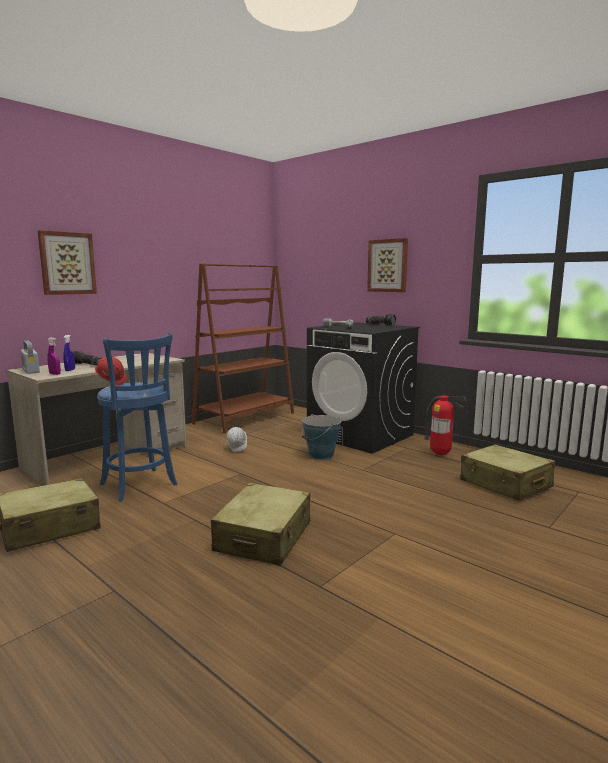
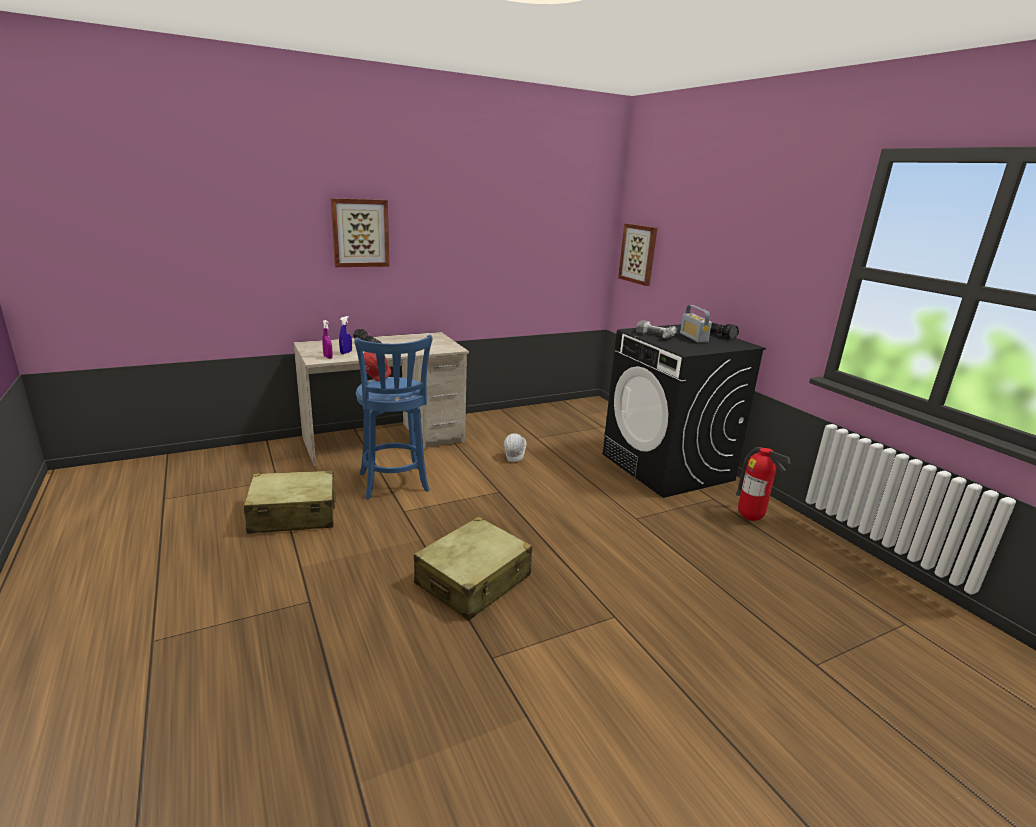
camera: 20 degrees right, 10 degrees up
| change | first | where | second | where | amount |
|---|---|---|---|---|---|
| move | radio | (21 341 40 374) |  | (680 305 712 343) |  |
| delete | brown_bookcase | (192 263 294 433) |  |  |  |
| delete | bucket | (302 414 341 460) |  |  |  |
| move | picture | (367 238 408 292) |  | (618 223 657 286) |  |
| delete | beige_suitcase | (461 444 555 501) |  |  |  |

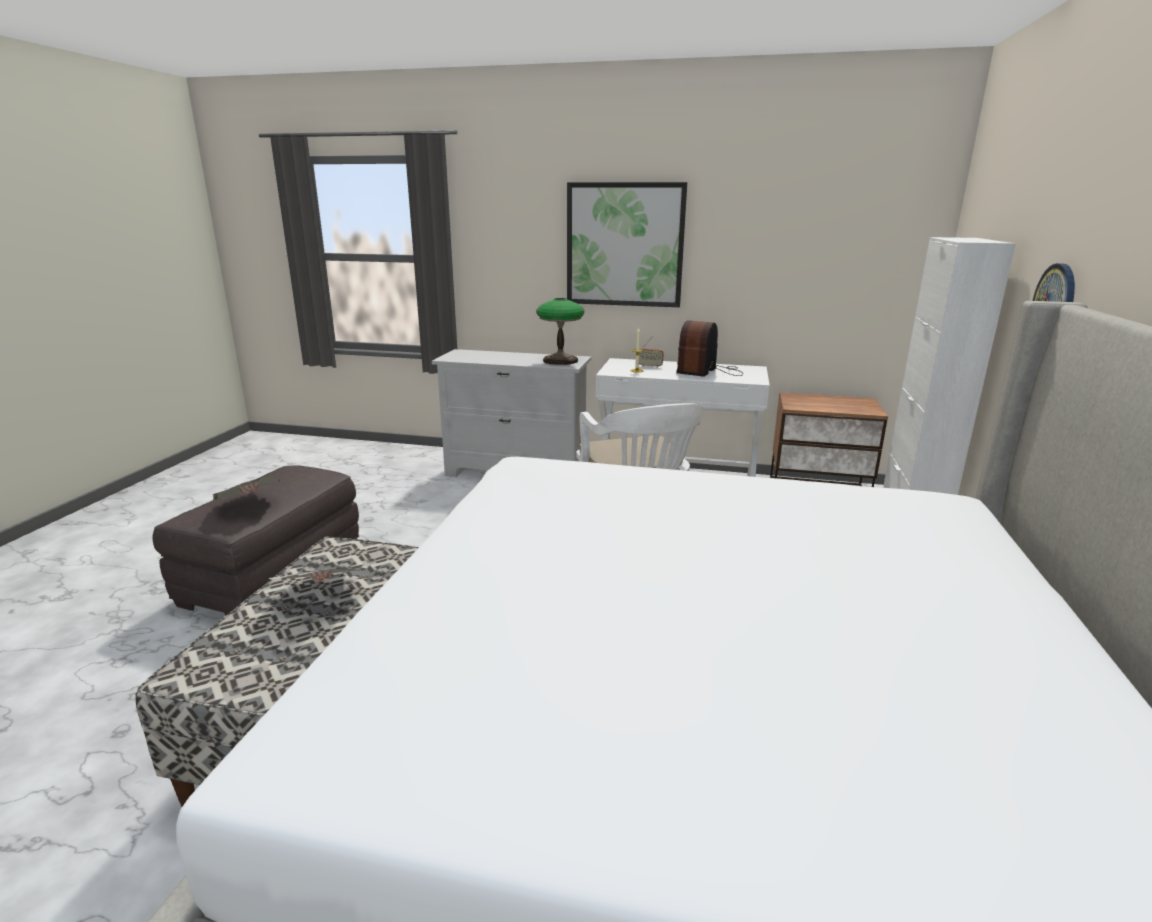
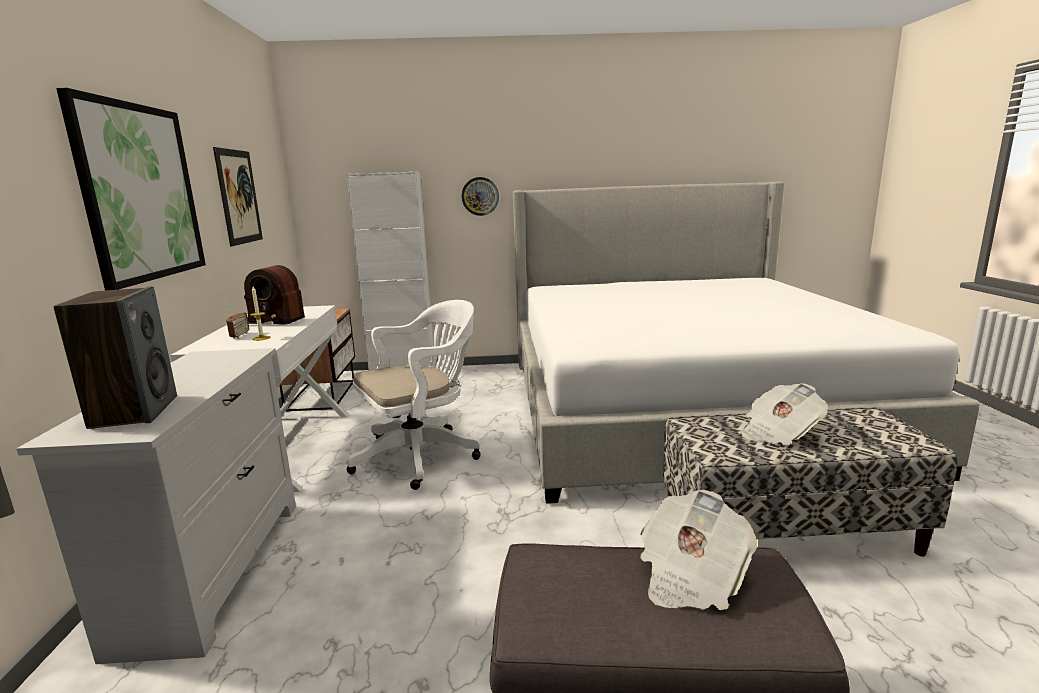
camera: 105 degrees left, 5 degrees down
| change | first | where | second | where | amount |
|---|---|---|---|---|---|
| delete | table_lamp | (536 298 584 365) |  |  |  |
| insert |  |  | speaker | (53 287 177 429) |  |
| insert |  |  | picture | (213 147 263 247) |  |

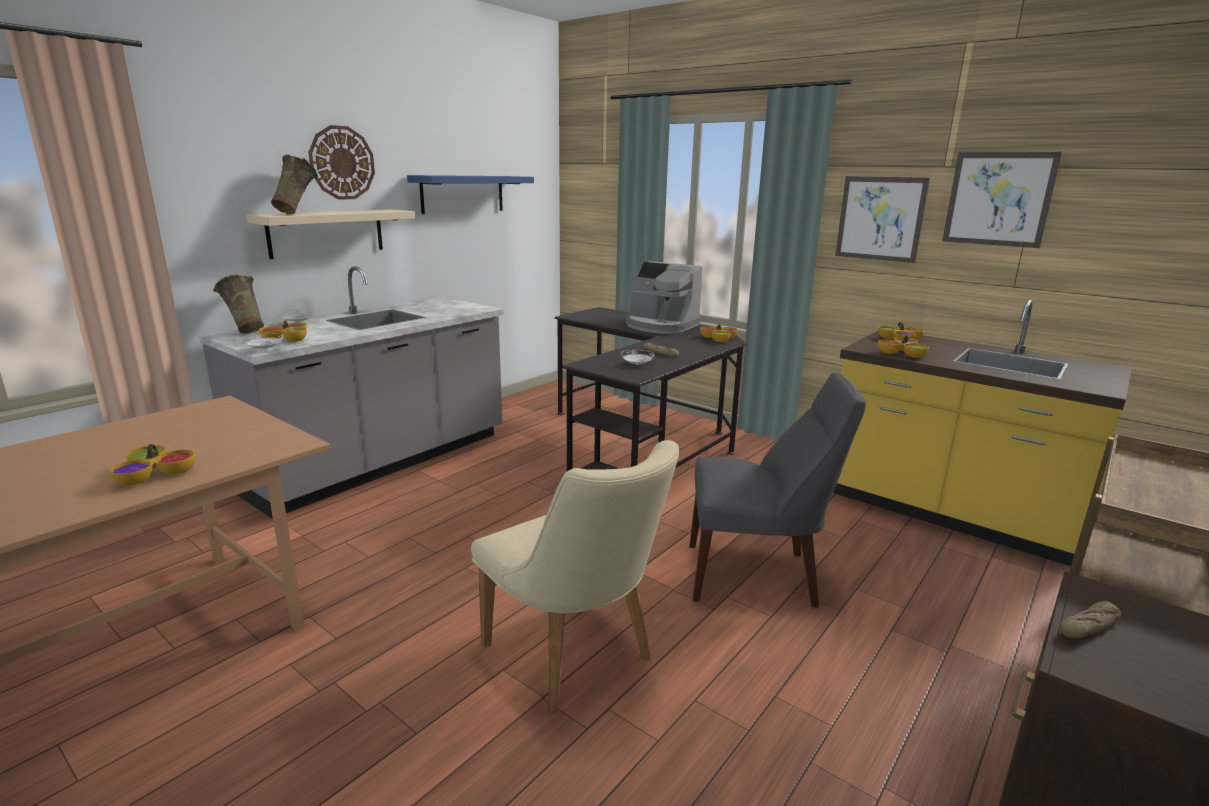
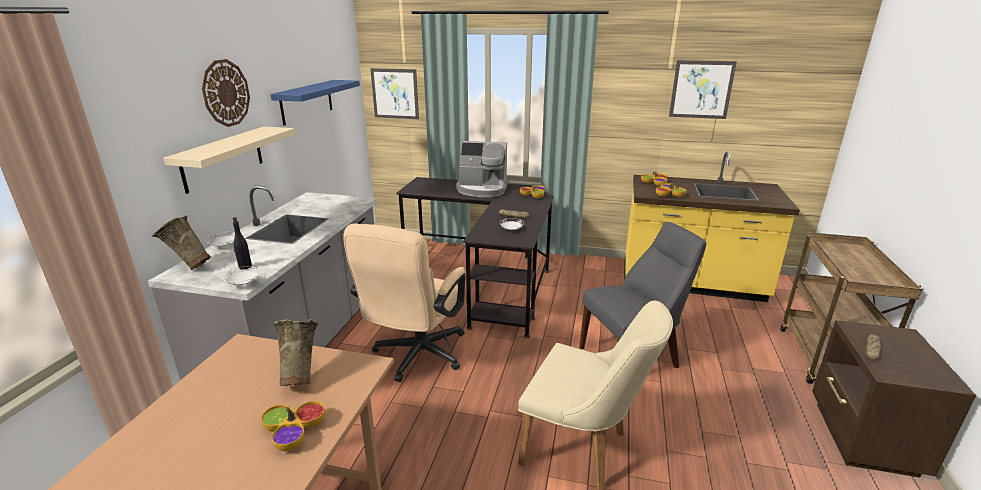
camera: 25 degrees left, 5 degrees up
| change | first | where | second | where | amount |
|---|---|---|---|---|---|
| replace | bowl | (259 320 307 342) | black_bottle | (232 217 252 269) |  |
| move | beige_vase | (271 154 318 214) |  | (274 319 319 386) |  |
| move | picture | (835 176 930 263) |  | (370 68 419 119) |  |
| insert |  |  | beige_office_chair | (343 223 465 382) |  |

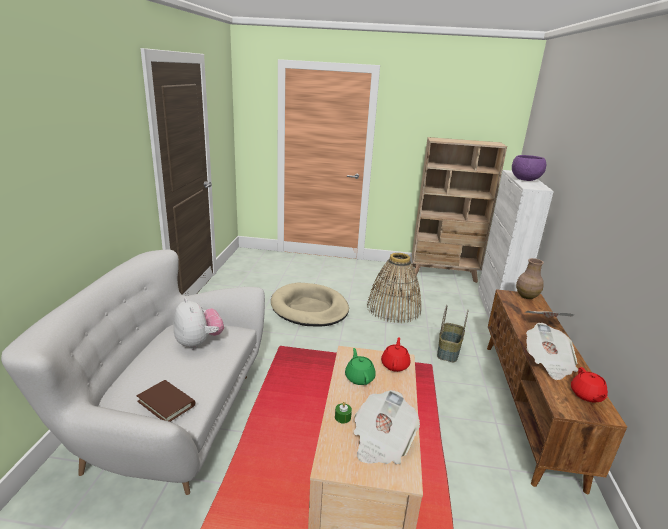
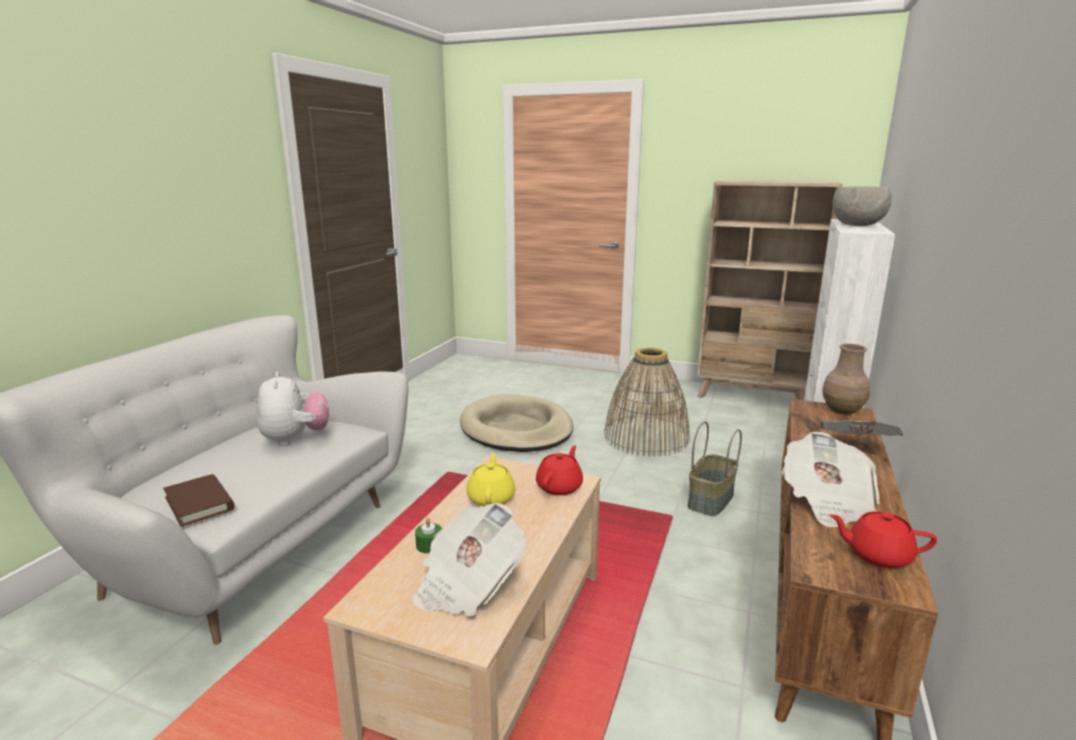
camera: 15 degrees right, 5 degrees down
| change | first | where | second | where | amount |
|---|---|---|---|---|---|
| recolor | green_teapot | (345 348 376 385) | yellow_teapot | (467 453 515 507) |  |
| recolor | purple_bowl | (512 155 546 181) | grey_bowl | (833 186 892 226) |  |
| rotate | red_teapot | (571 367 608 402) |  | (830 511 937 568) | 90 degrees clockwise |

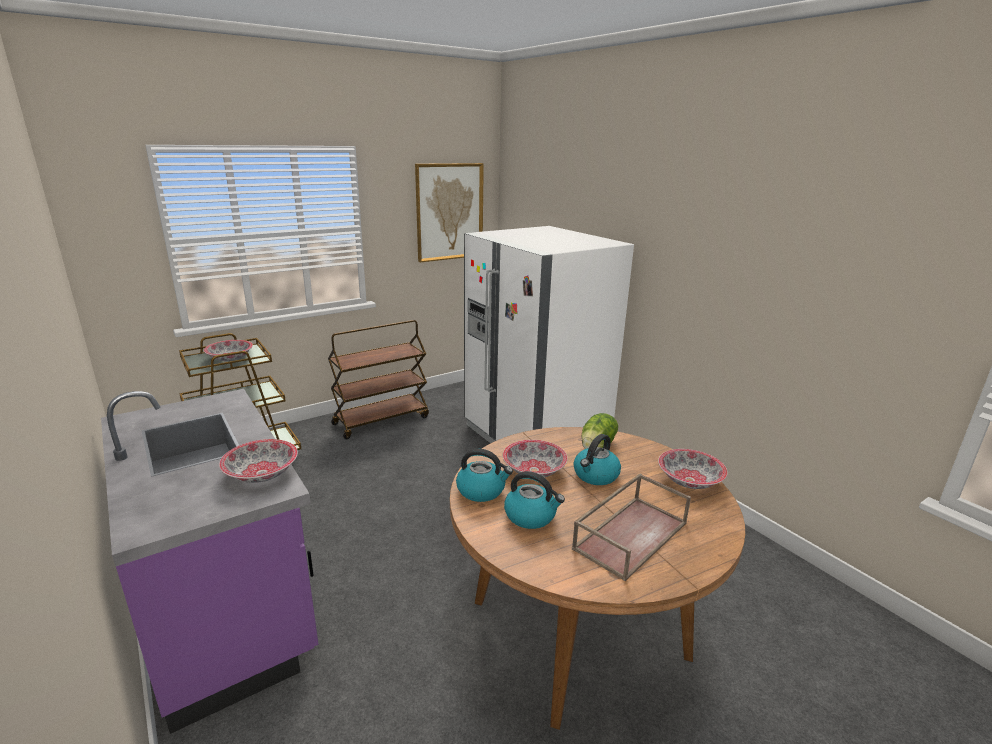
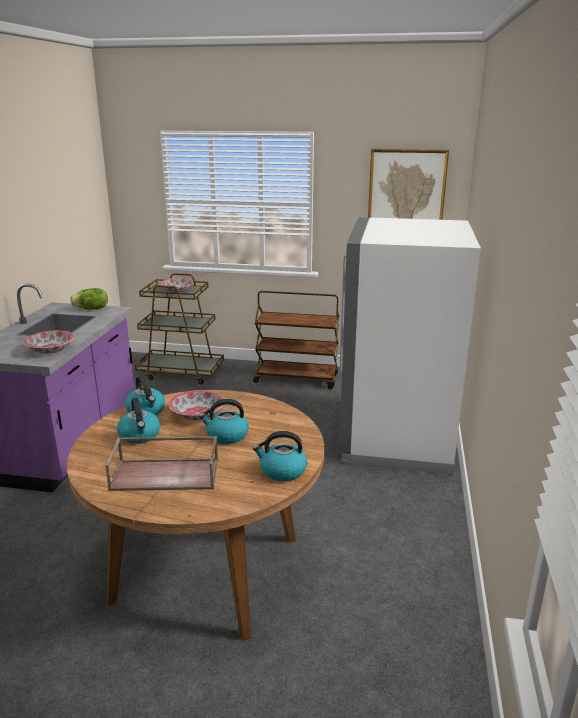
camera: 45 degrees right, 0 degrees up
| change | first | where | second | where | amount |
|---|---|---|---|---|---|
| move | lettuce | (581 413 618 449) |  | (70 288 108 310) |  |
| replace | bowl | (658 449 728 489) | kettle | (253 431 307 481) |  |

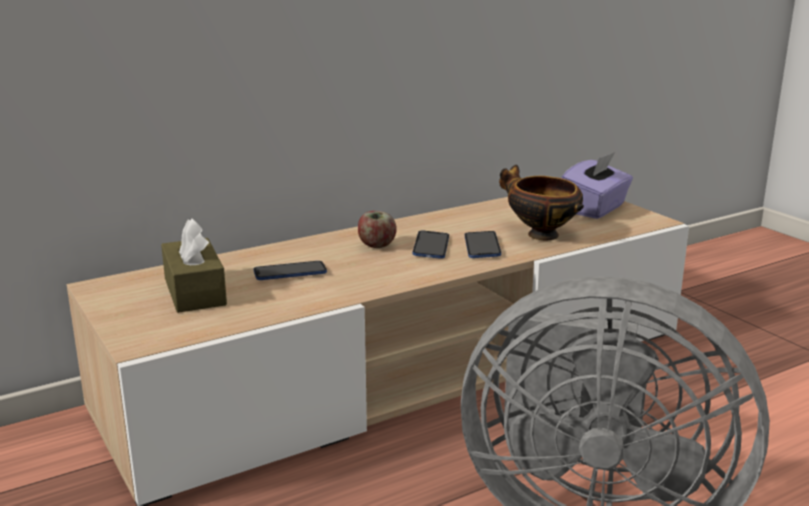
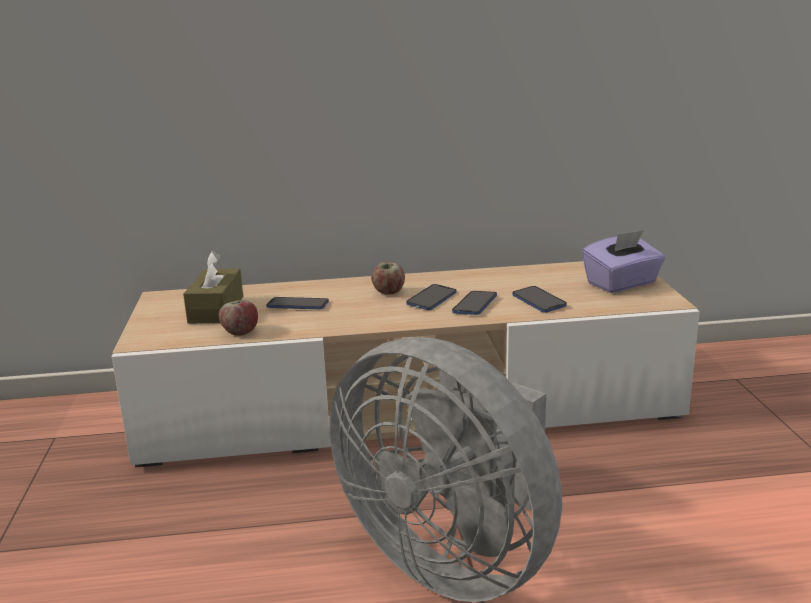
camera: 25 degrees right, 0 degrees up
| change | first | where | second | where | amount |
|---|---|---|---|---|---|
| replace | bowl | (499 165 584 241) | phone | (512 286 567 313) |  |
| insert |  |  | apple | (219 300 258 336) |  |

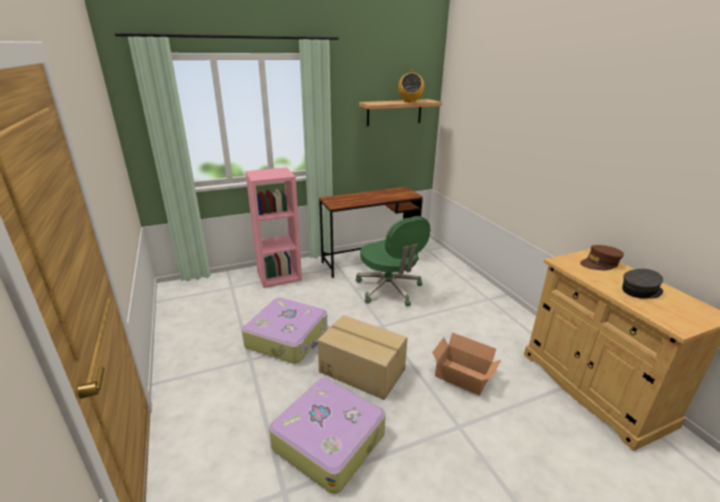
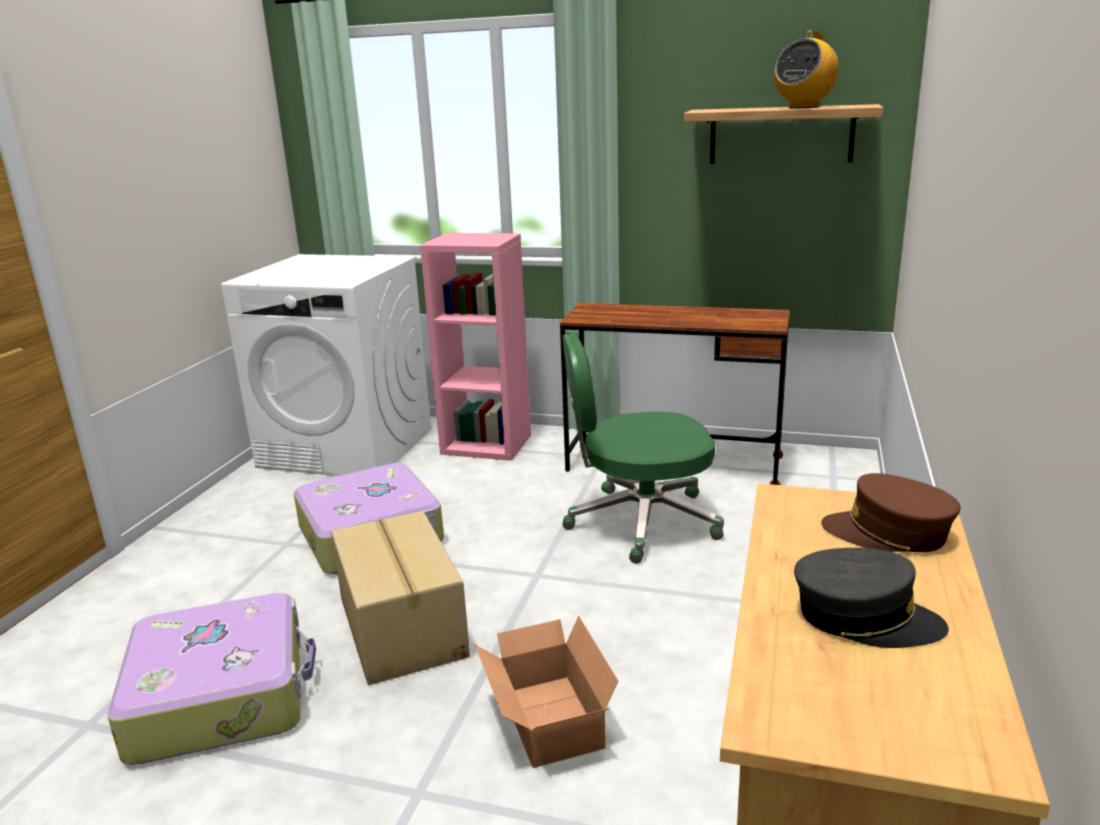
camera: 40 degrees right, 5 degrees down
| change | first | where | second | where | amount |
|---|---|---|---|---|---|
| rotate | green_office_chair | (356 216 430 306) |  | (563 331 724 563) | 75 degrees clockwise |
| insert |  |  | white_washing_machine | (221 254 431 476) |  |

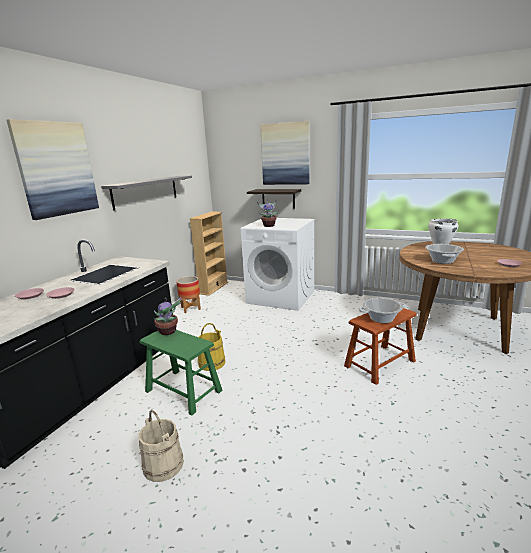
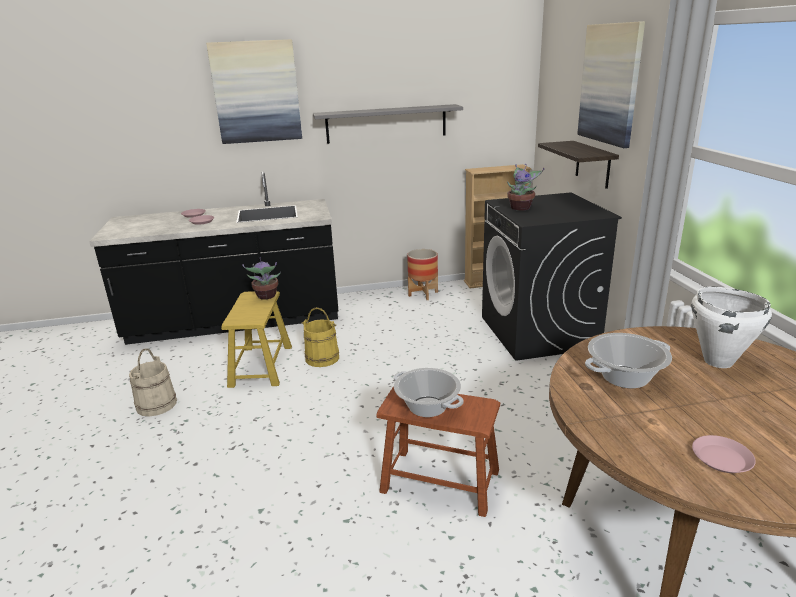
camera: 55 degrees right, 5 degrees up
| change | first | where | second | where | amount |
|---|---|---|---|---|---|
| recolor | green_stool | (139 330 223 416) | yellow_stool | (221 291 292 388) |  |
| recolor | white_washing_machine | (241 218 315 311) | black_washing_machine | (482 192 622 361) |  |

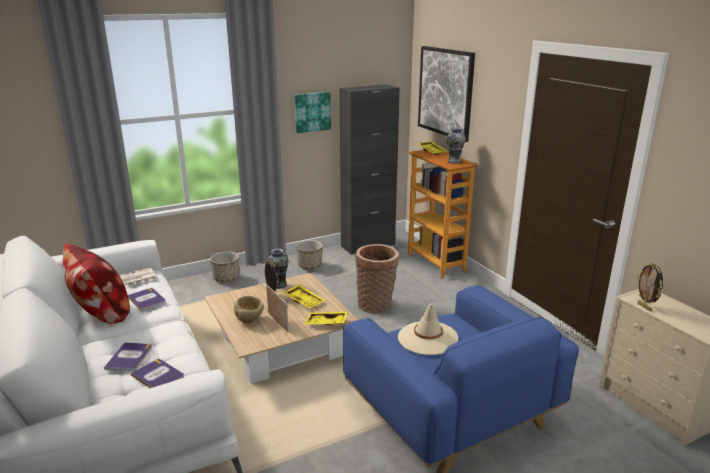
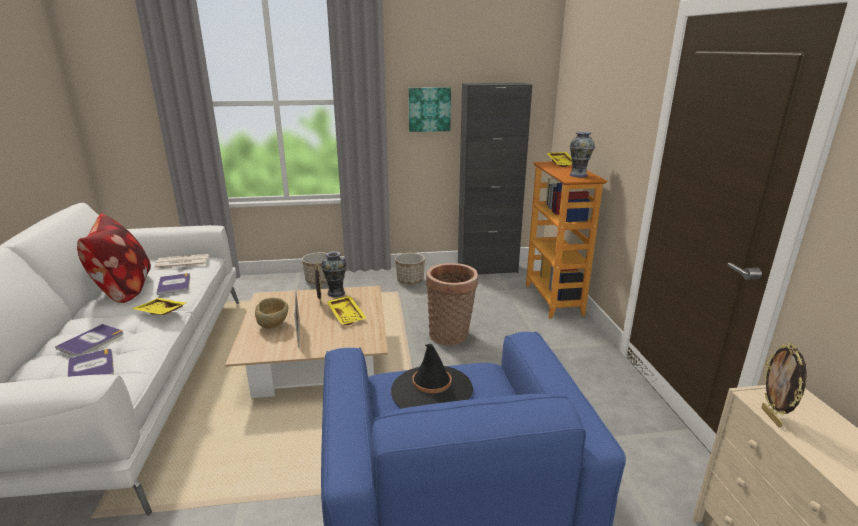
camera: 20 degrees right, 0 degrees up
| change | first | where | second | where | amount |
|---|---|---|---|---|---|
| move | yellow_tray | (305 311 348 325) |  | (132 298 186 315) |  |
| recolor | beige_hat | (398 303 458 355) | black_hat | (391 344 473 409) |  |
| delete | picture | (418 46 475 142) |  |  |  |

